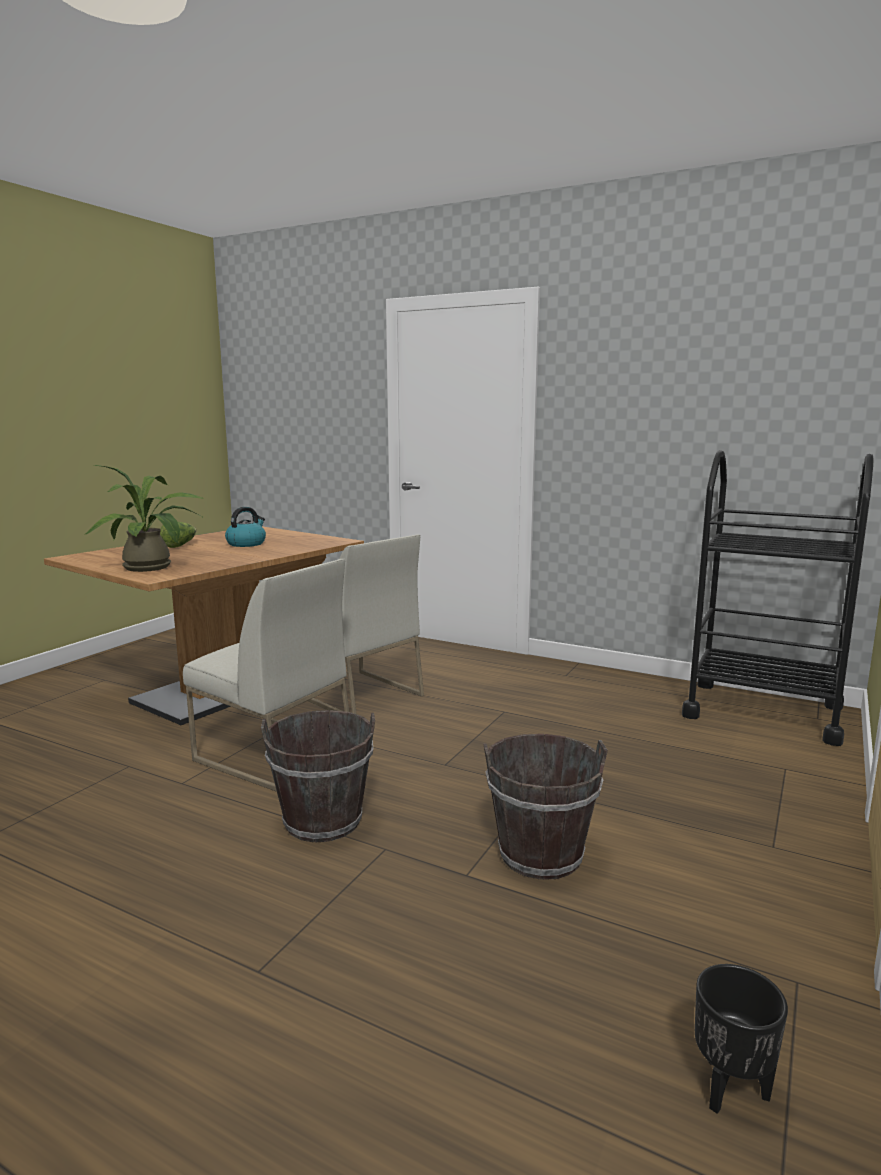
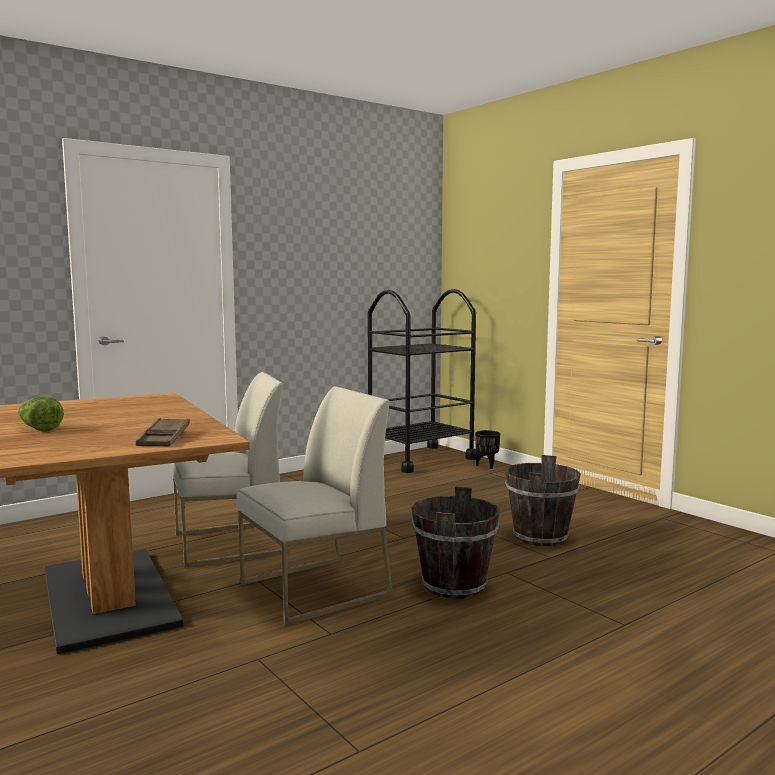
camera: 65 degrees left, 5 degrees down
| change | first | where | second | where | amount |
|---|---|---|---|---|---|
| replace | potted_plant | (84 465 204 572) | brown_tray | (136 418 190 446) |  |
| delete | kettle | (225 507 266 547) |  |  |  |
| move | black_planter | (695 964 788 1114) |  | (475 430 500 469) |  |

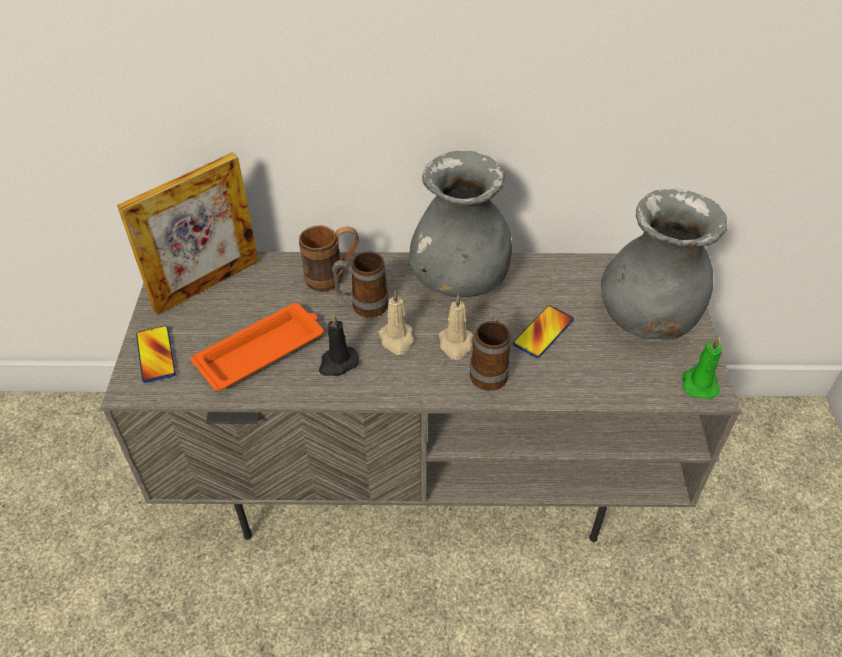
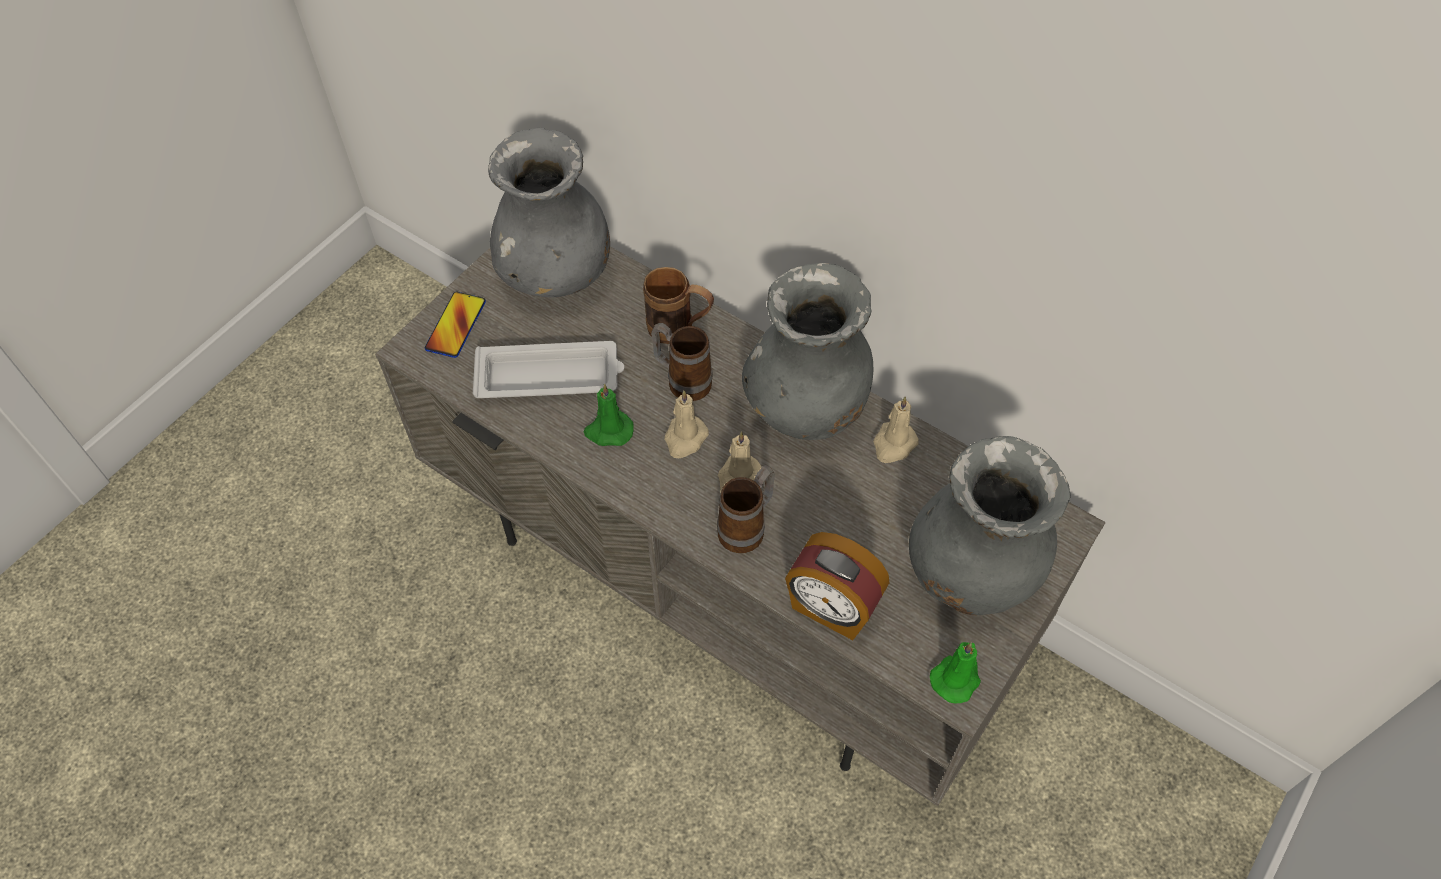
camera: 35 degrees right, 10 degrees up
| change | first | where | second | where | amount |
|---|---|---|---|---|---|
| replace | picture_frame | (117 152 259 315) | grey_vase | (488 128 610 297) |  |
| recolor | orange_tray | (191 303 324 391) | white_tray | (473 341 624 398) |  |
| recolor | black_candle | (319 314 359 376) | green_candle | (584 384 634 446) |  |
| delete | phone | (513 305 574 358) |  |  |  |
| insert |  |  | alarm_clock | (785 532 890 640) |  |
| insert |  |  | beige_candle | (873 396 919 463) |  |

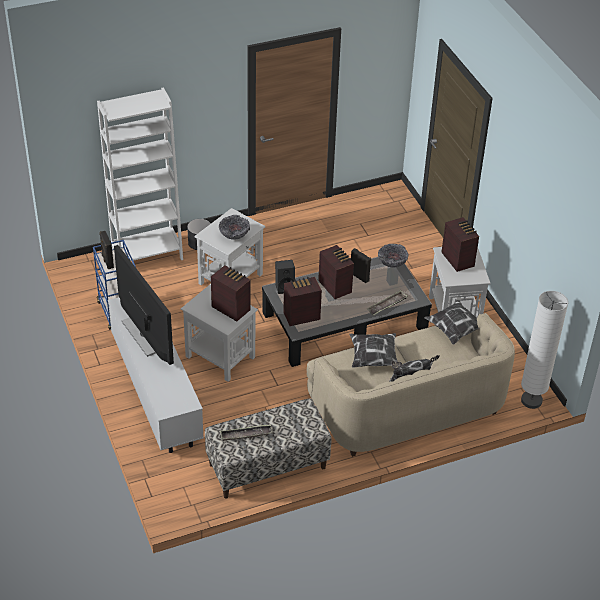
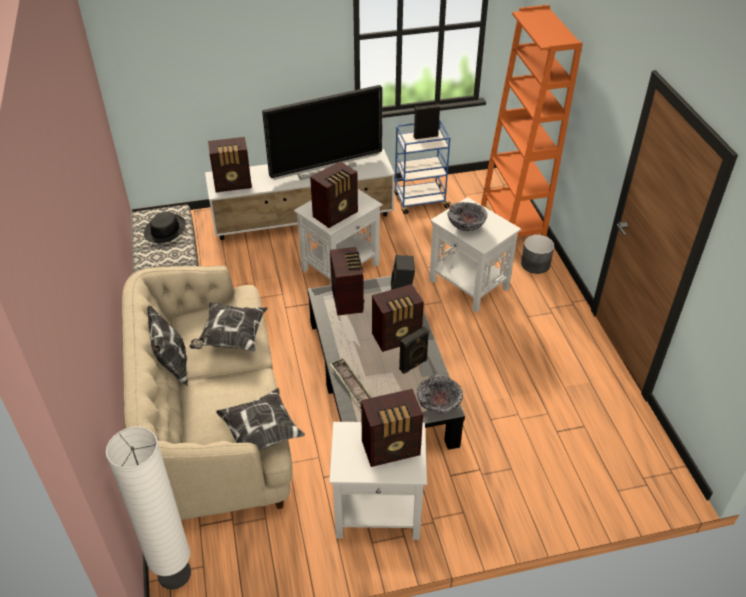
camera: 100 degrees right, 0 degrees up
| change | first | where | second | where | amount |
|---|---|---|---|---|---|
| recolor | white_bookcase | (97 87 183 261) | orange_bookcase | (481 5 583 237) |  |
| replace | tray | (220 424 273 441) | black_hat | (144 212 186 243) |  |
| insert |  |  | radio | (208 137 252 193) |  |

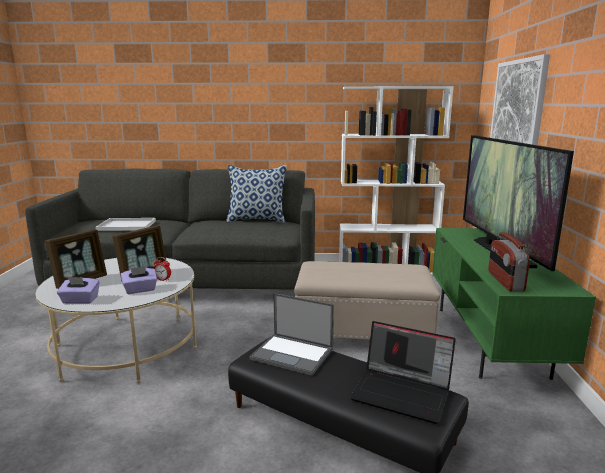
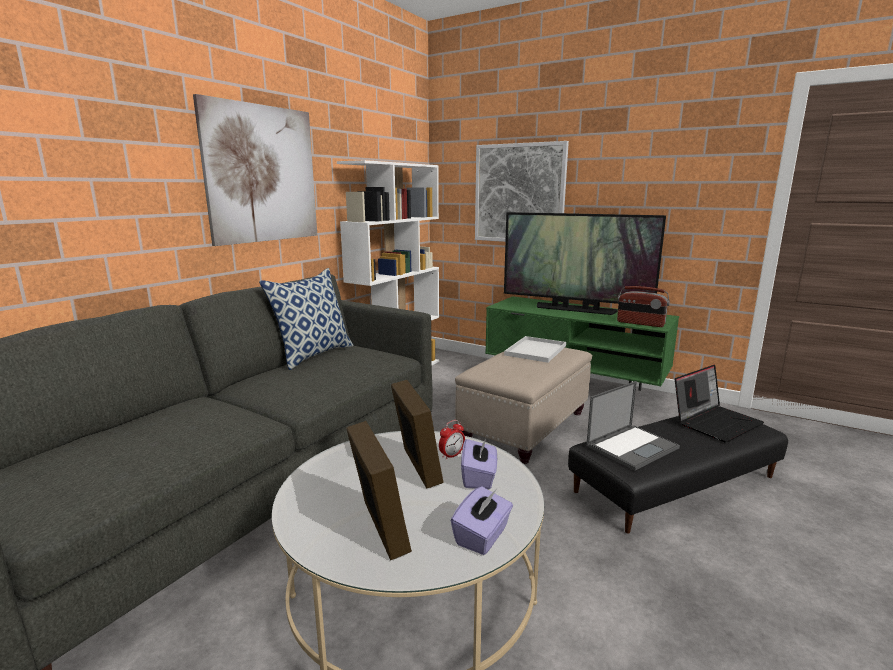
camera: 60 degrees left, 0 degrees up
| change | first | where | second | where | amount |
|---|---|---|---|---|---|
| move | white_tray | (96 218 156 231) |  | (504 336 566 363) |  |
| insert |  |  | picture | (193 94 317 246) |  |

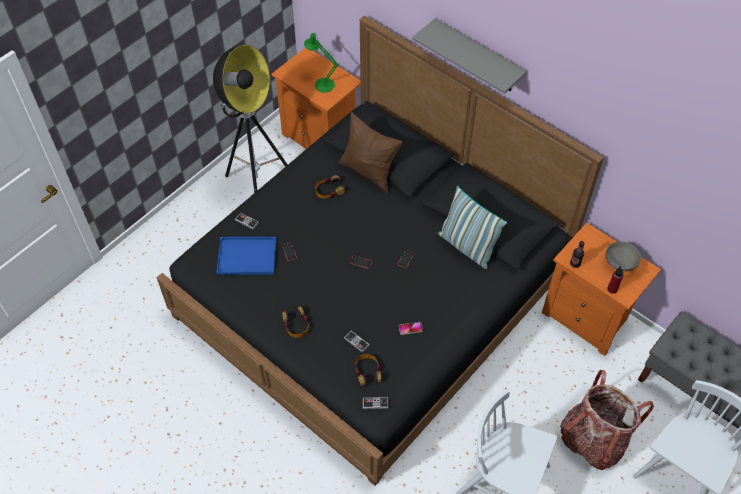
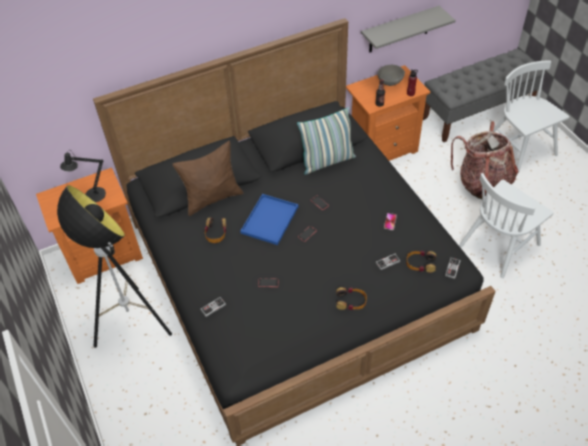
camera: 65 degrees left, 5 degrees down
| change | first | where | second | where | amount |
|---|---|---|---|---|---|
| move | blue_tray | (216 237 276 275) |  | (240 194 298 245) |  |
| recolor | green_table_lamp | (304 33 338 93) | black_table_lamp | (60 150 106 202) |  |
| move | grey_shelf | (412 18 527 94) |  | (361 6 455 53) |  |

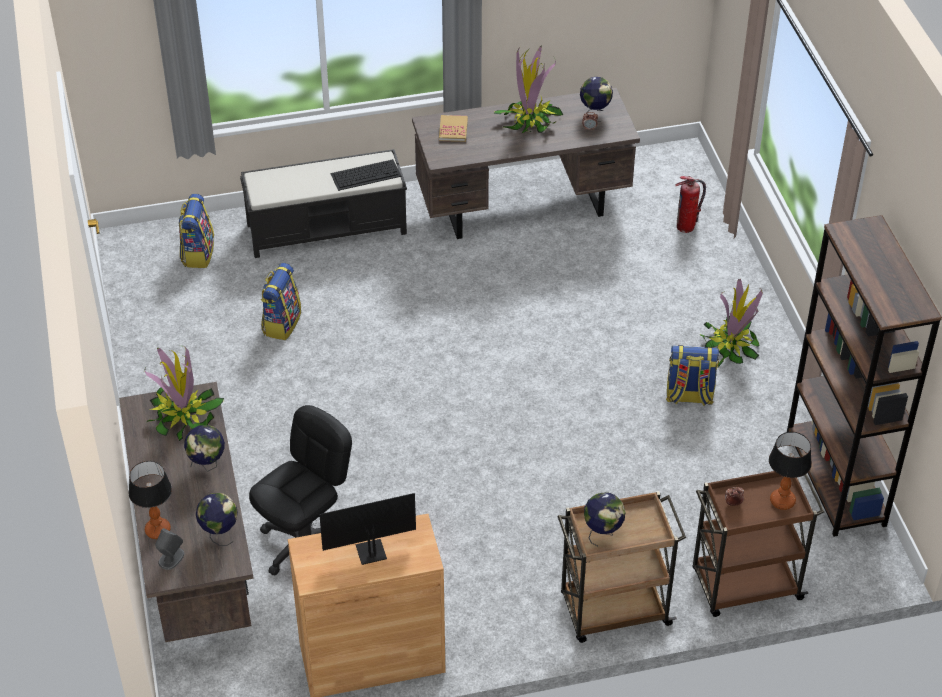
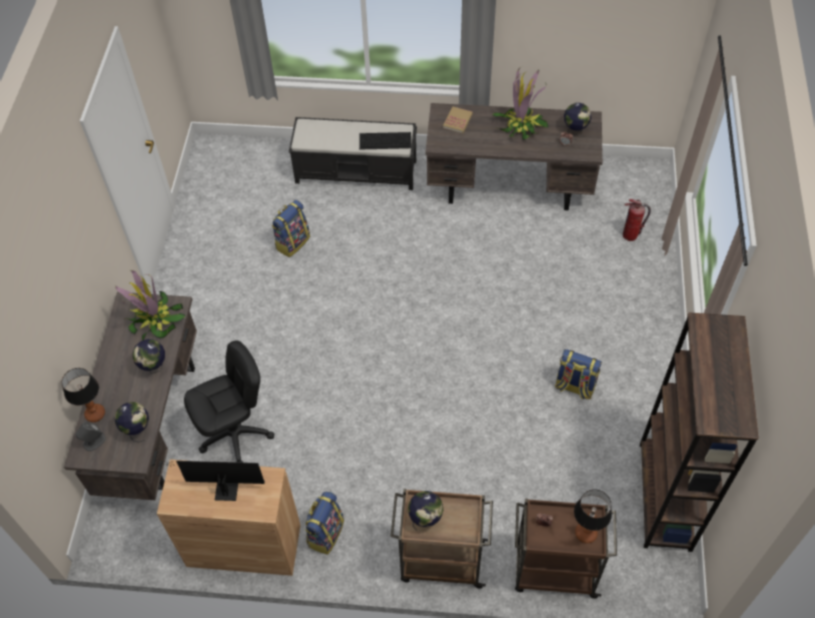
camera: 20 degrees right, 10 degrees up
| change | first | where | second | where | amount |
|---|---|---|---|---|---|
| move | backpack | (179 194 214 268) |  | (305 492 344 555) |  |
| delete | potted_plant | (700 279 763 367) |  |  |  |

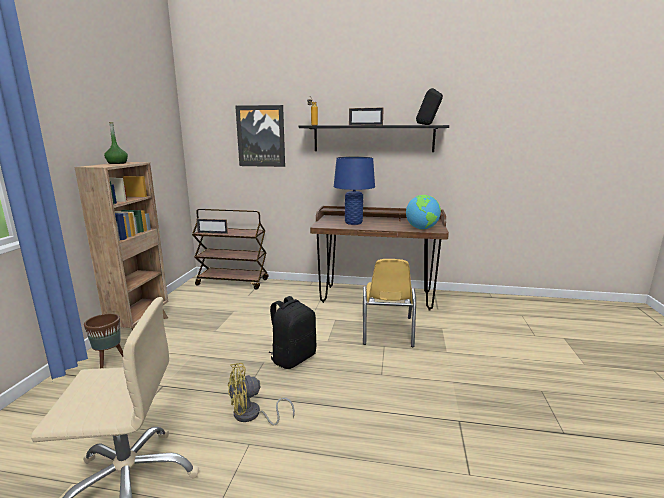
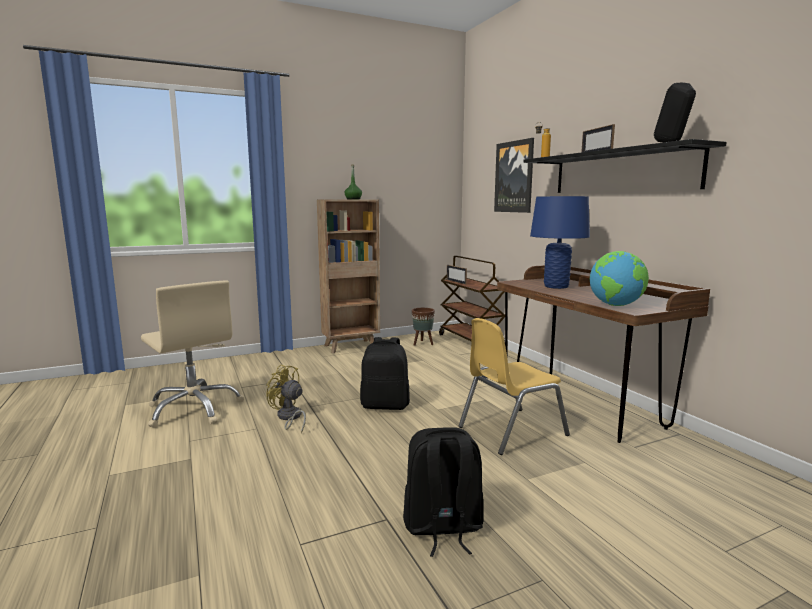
camera: 55 degrees right, 5 degrees down
| change | first | where | second | where | amount |
|---|---|---|---|---|---|
| move | brown_planter | (84 313 123 368) |  | (412 308 435 346) |  |
| insert |  |  | black_backpack | (403 427 484 557) |  |

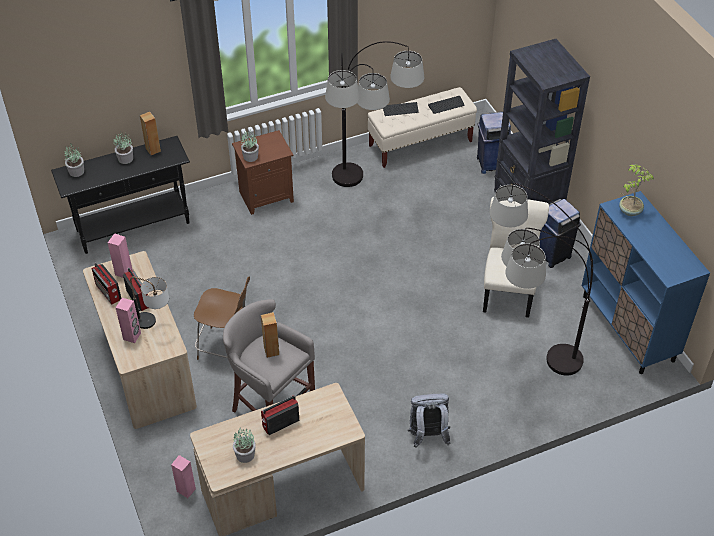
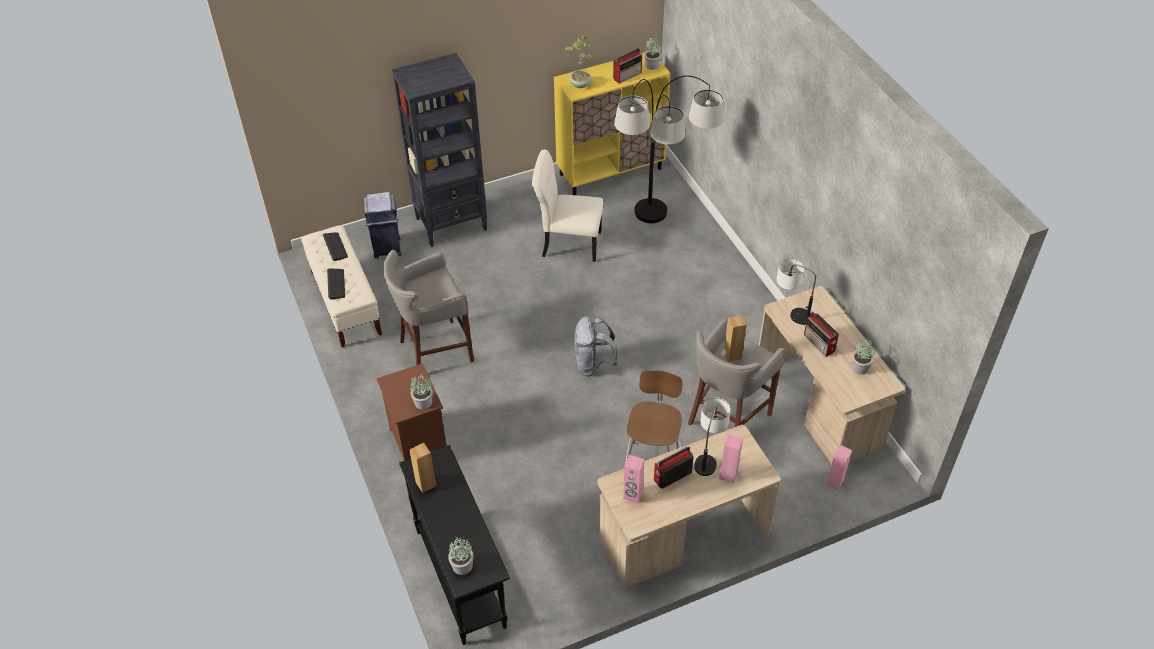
camera: 90 degrees left, 0 degrees up
| change | first | where | second | where | amount |
|---|---|---|---|---|---|
| move | radio | (92 263 121 305) |  | (613 48 642 84) |  |
| move | potted_plant | (113 131 133 164) |  | (644 37 662 70) |  |
| replace | floor_lamp | (325 41 424 187) | grey_stool | (383 250 474 365) |  |
| move | grey_backpack | (408 393 451 448) |  | (574 316 618 376) |  |
| delete | blue_trash_can | (539 199 581 268) |  |  |  |
| recolor | blue_cabinet | (582 191 710 374) | yellow_cabinet | (554 52 671 195) |  |
| insert |  |  | table_lamp | (776 258 816 325) |  |

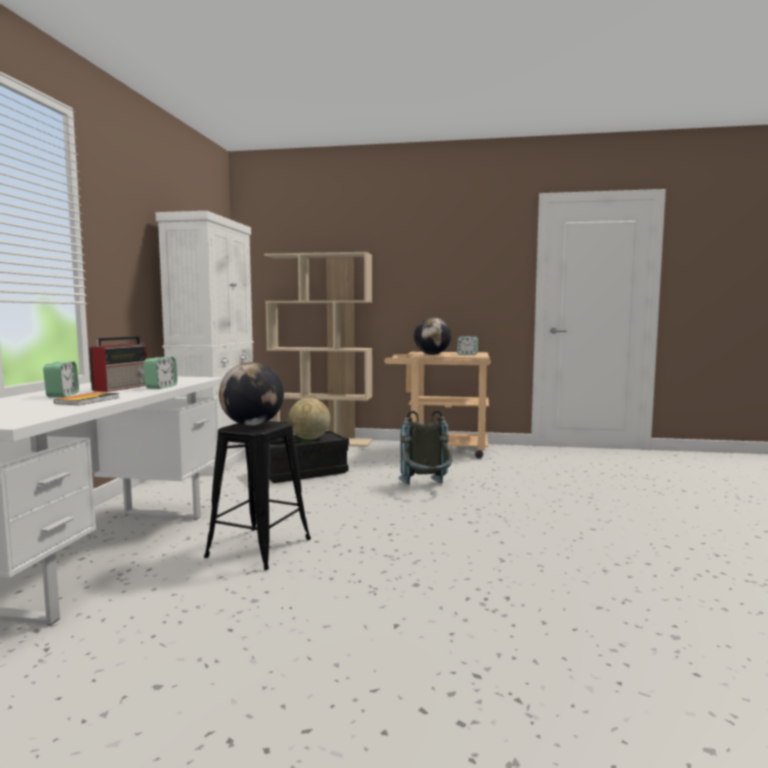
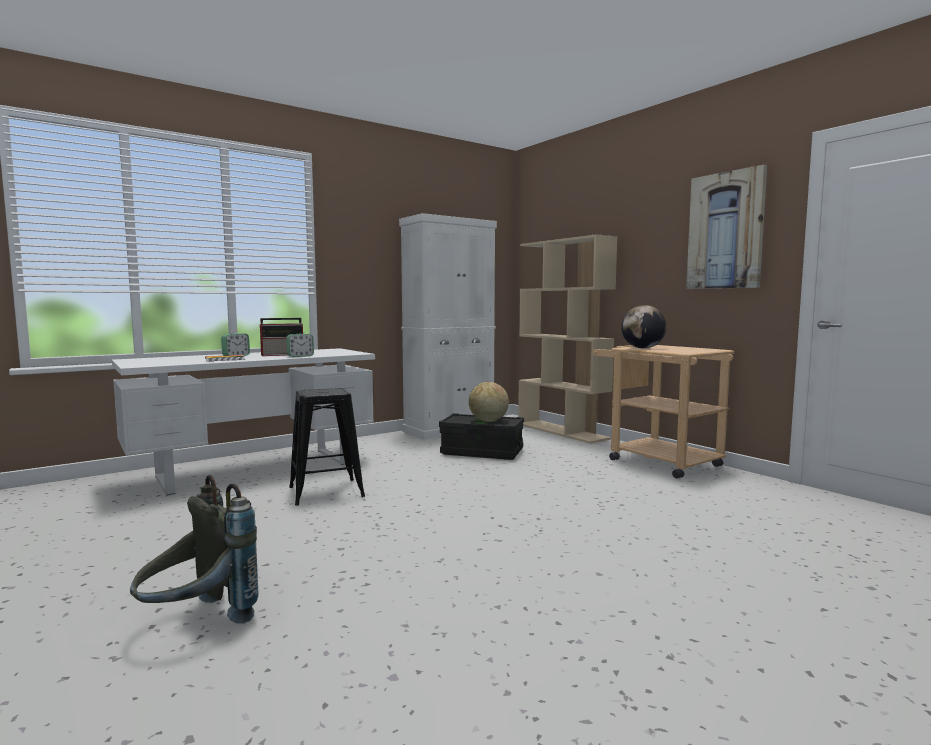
camera: 45 degrees right, 0 degrees up
| change | first | where | second | where | amount |
|---|---|---|---|---|---|
| delete | globe | (219 362 284 426) |  |  |  |
| move | grey_backpack | (398 410 452 484) |  | (130 475 259 624) |  |
| delete | alarm_clock | (457 336 478 355) |  |  |  |
| insert |  |  | picture | (686 164 767 289) |  |

